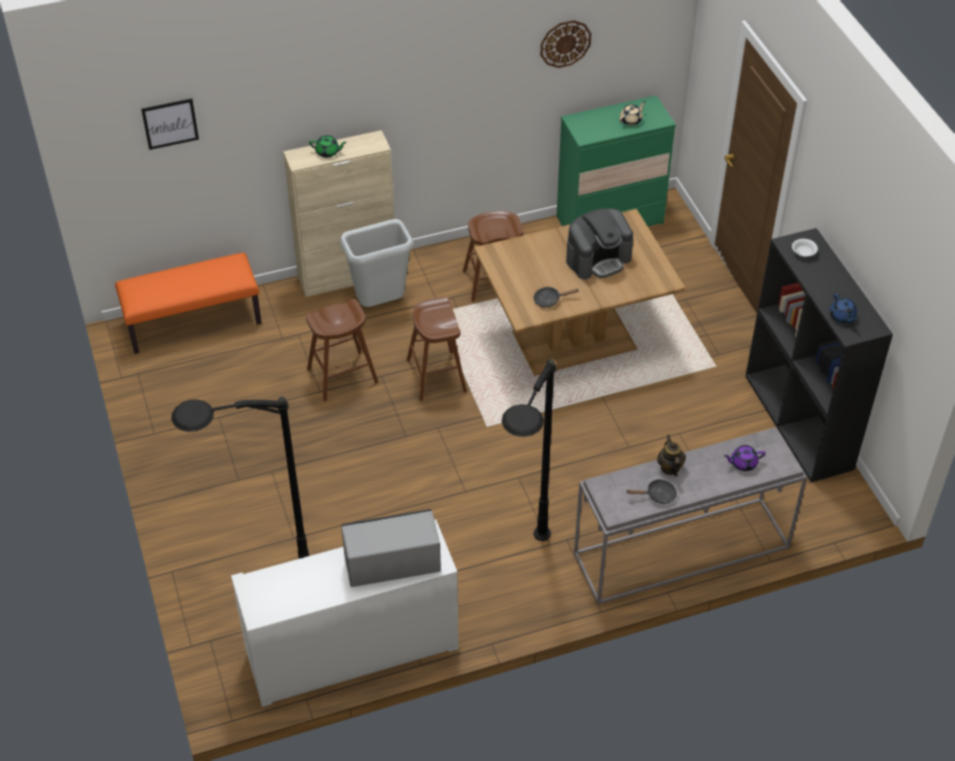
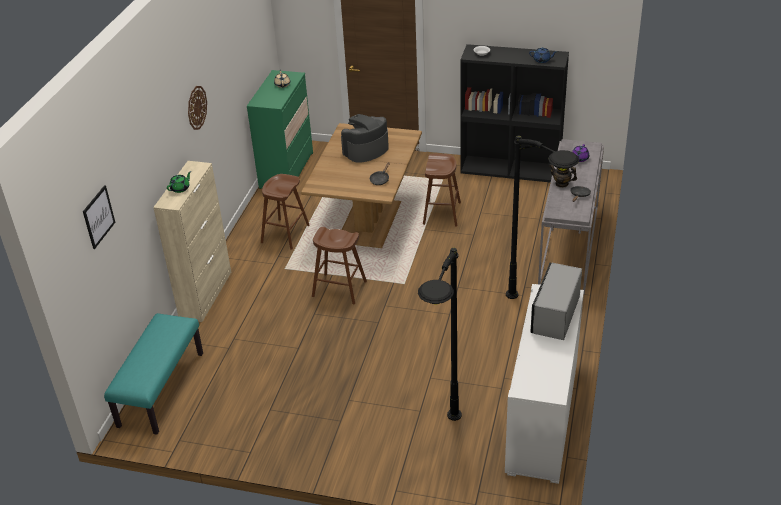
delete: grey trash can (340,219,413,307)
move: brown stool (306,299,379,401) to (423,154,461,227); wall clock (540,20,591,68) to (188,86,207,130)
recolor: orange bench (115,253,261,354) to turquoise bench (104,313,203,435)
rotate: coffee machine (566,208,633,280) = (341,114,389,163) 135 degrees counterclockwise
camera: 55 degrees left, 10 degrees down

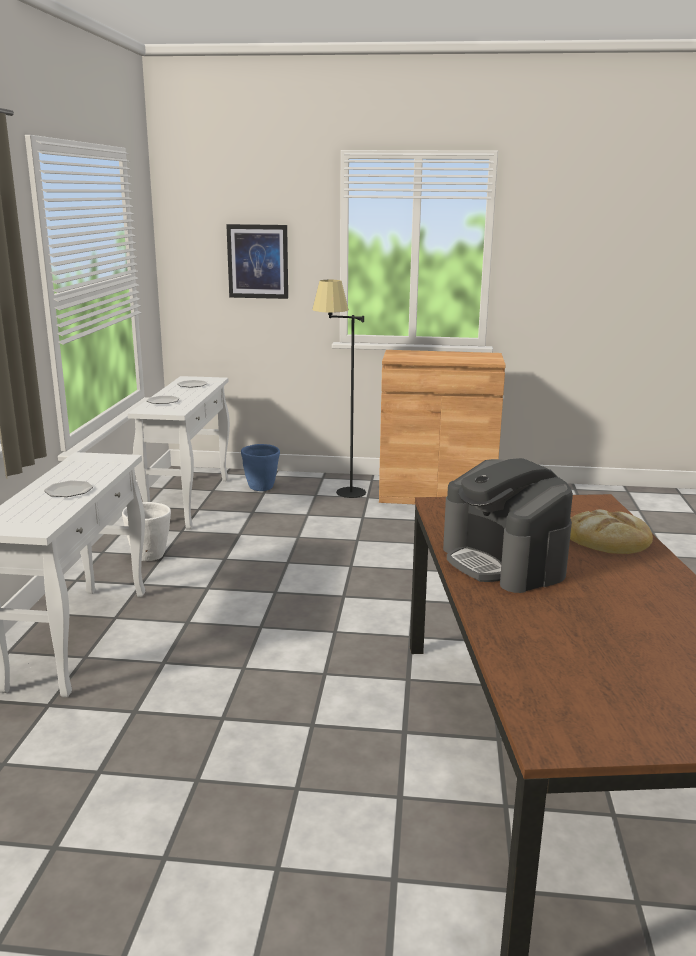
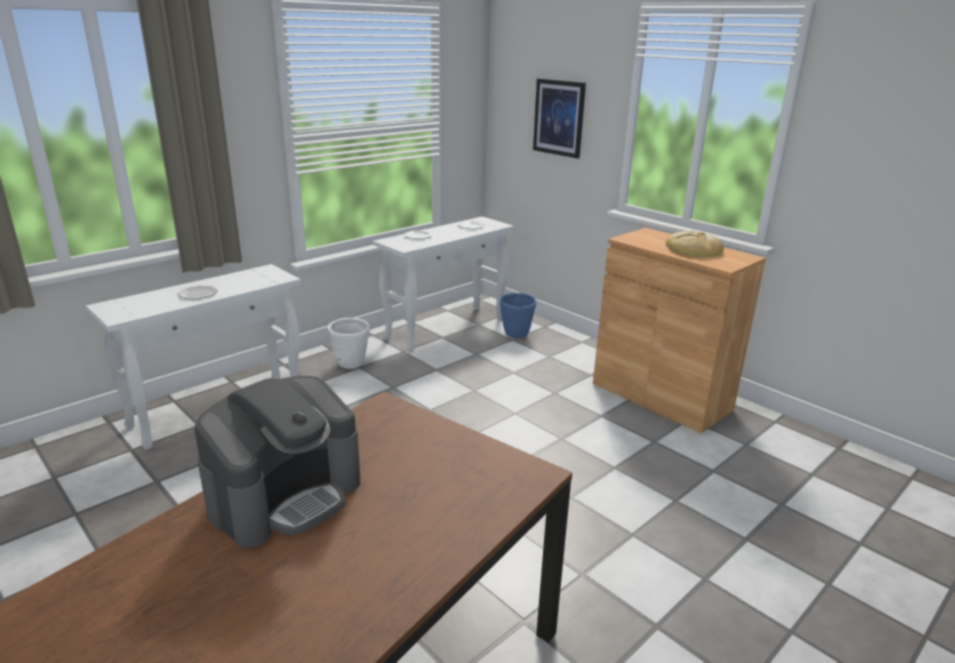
delete: black floor lamp (312,280,366,498)
move: bread (570,509,653,554) to (665,231,724,257)
rotate: coffee machine (443,458,573,593) = (195,376,361,548) 150 degrees counterclockwise
camera: 40 degrees right, 5 degrees up

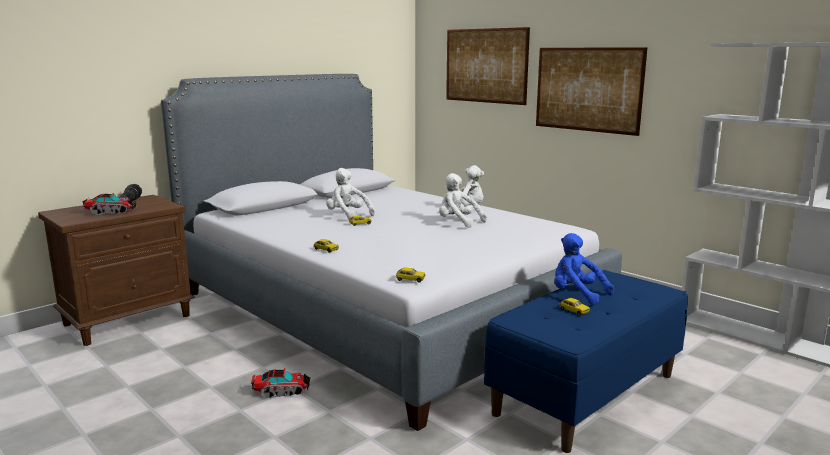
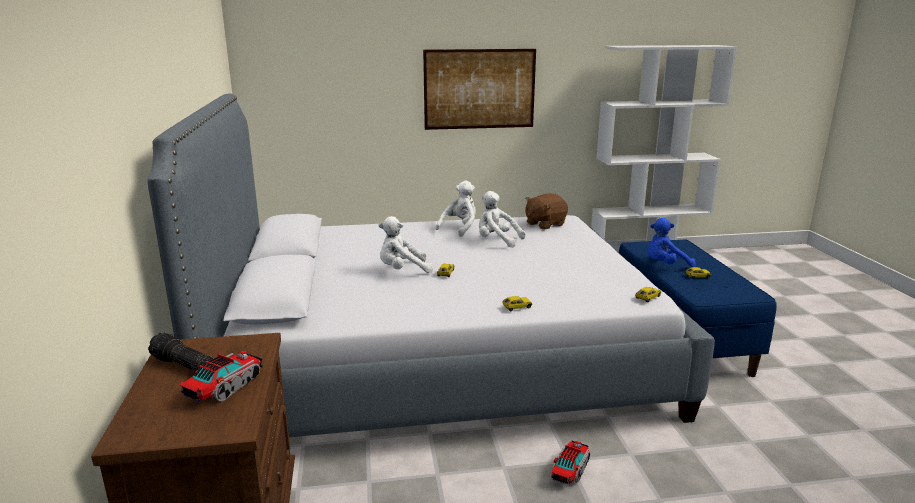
delete: picture (446,27,530,105)
insert: brown plush toy (525,193,568,230)
rotate: white plush toy (439,173,487,228) = (479,191,525,247) 45 degrees clockwise
camera: 55 degrees left, 5 degrees up

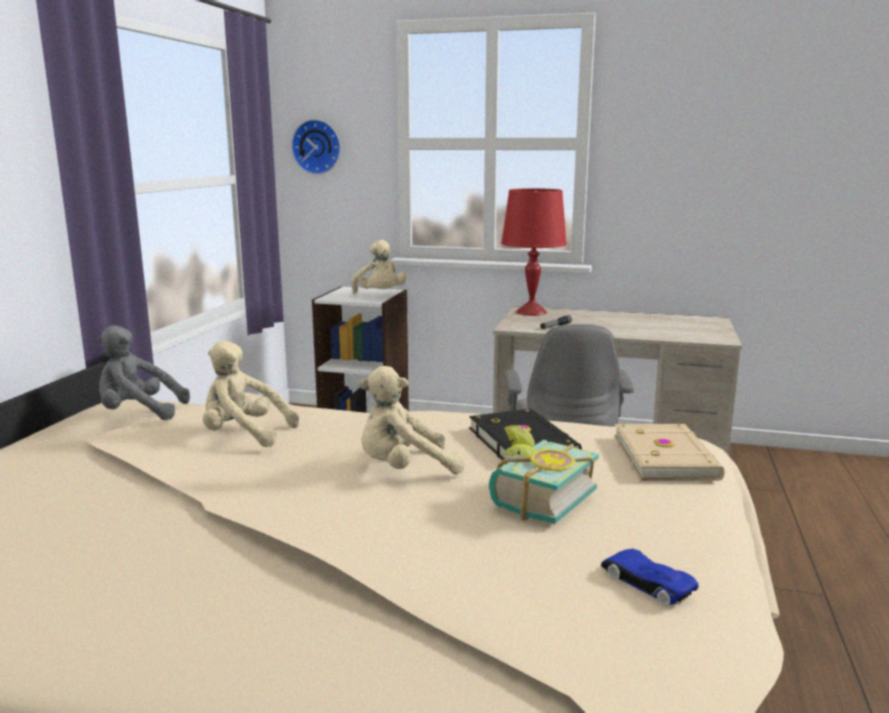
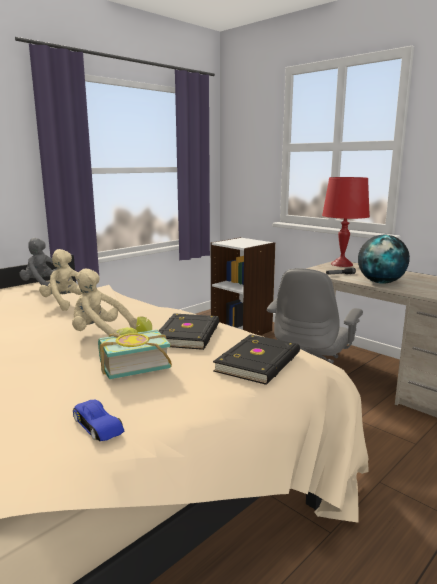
delete: wall clock (291,119,341,175); beige plush toy (351,240,407,293)
insert: globe (358,235,410,284)
recolor: beige book (614,424,724,481) to black book (213,334,300,385)
rotate: blue toy car (601,549,699,606) = (73,400,125,441) 150 degrees clockwise
camera: 30 degrees right, 0 degrees up

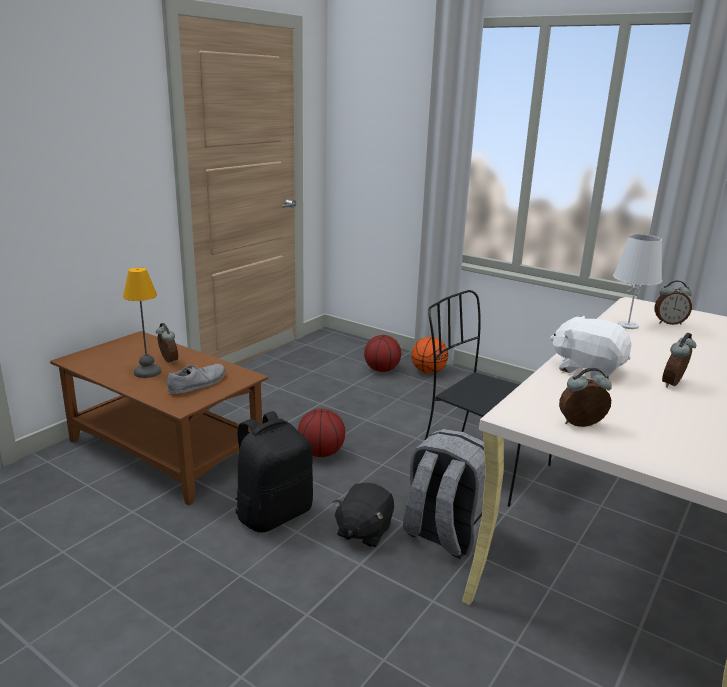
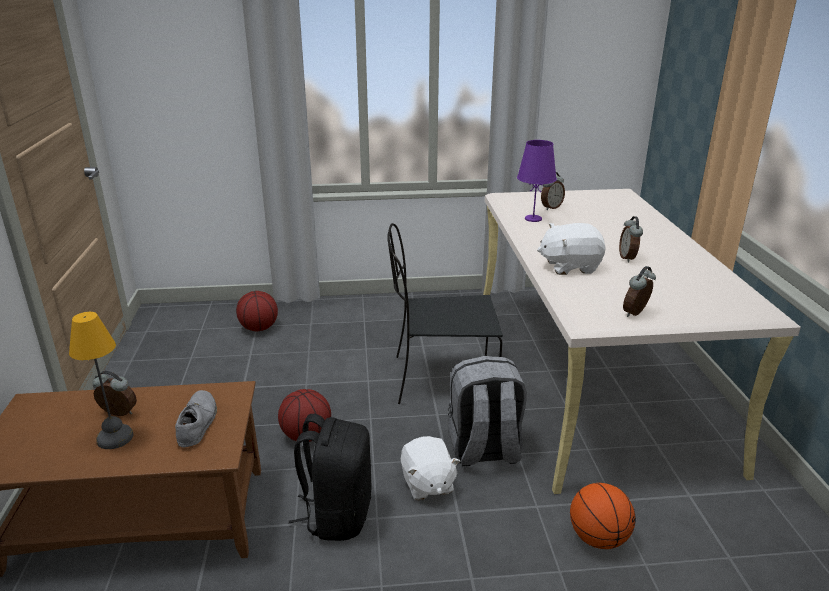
move: basketball (411,337,448,374) to (570,483,636,549)
recolor: black plush toy (333,483,394,548) to white plush toy (401,436,460,500); white table lamp (613,234,662,329) to purple table lamp (517,140,557,222)
camera: 40 degrees left, 5 degrees up

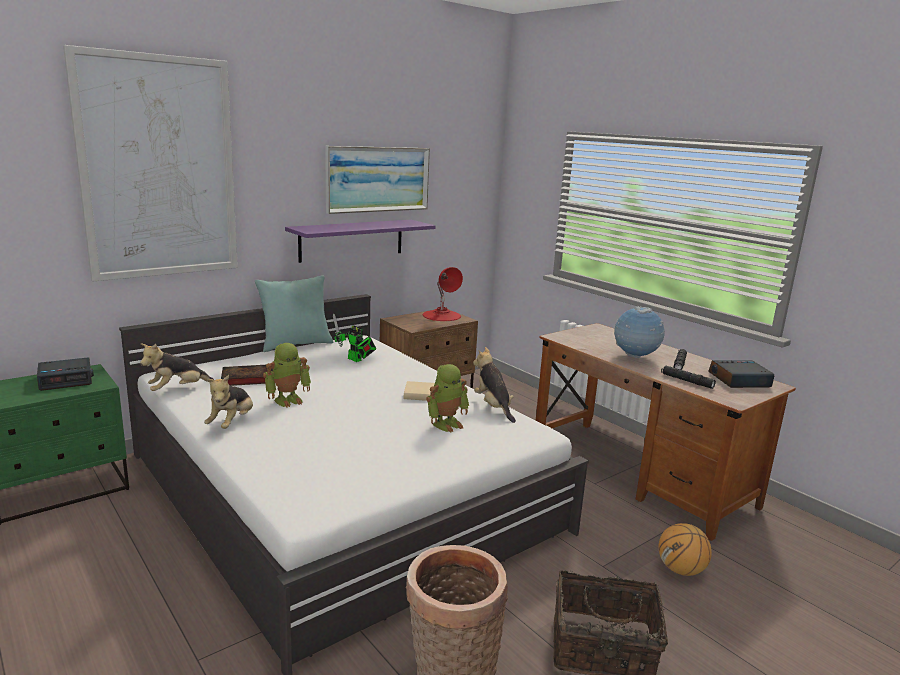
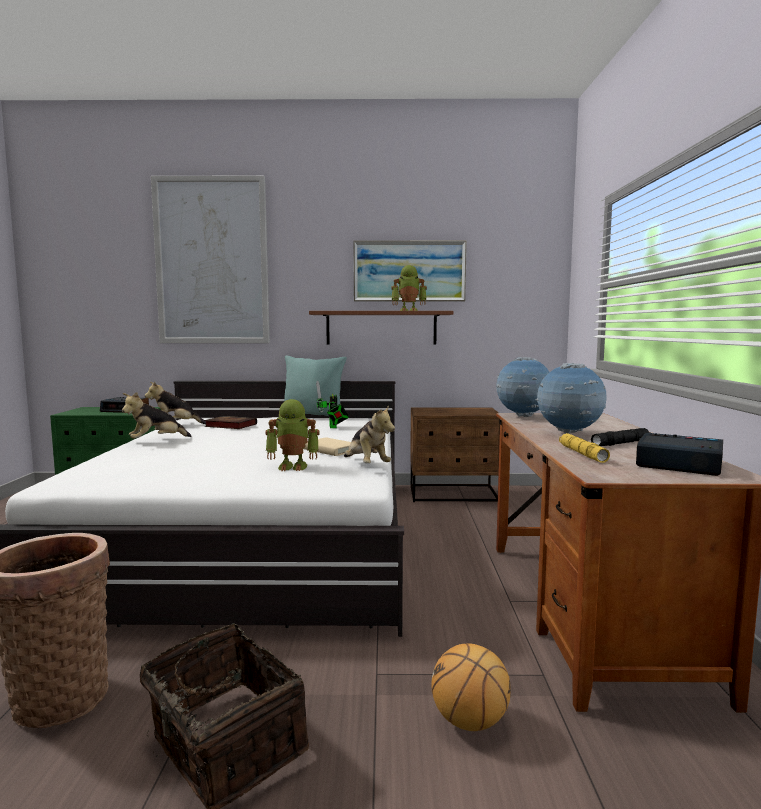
delete: red table lamp (423,267,463,321)
insert: globe (496,357,550,417)
move: toy robot (263,343,311,408) to (391,265,427,311)
recolor: purple shelf (285,220,435,263) to brown shelf (309,311,454,345); black flashlight (661,366,716,389) to yellow flashlight (559,433,610,463)
rotate: plush toy (473,347,516,423) = (344,405,395,463) 135 degrees clockwise
camera: 40 degrees right, 10 degrees down

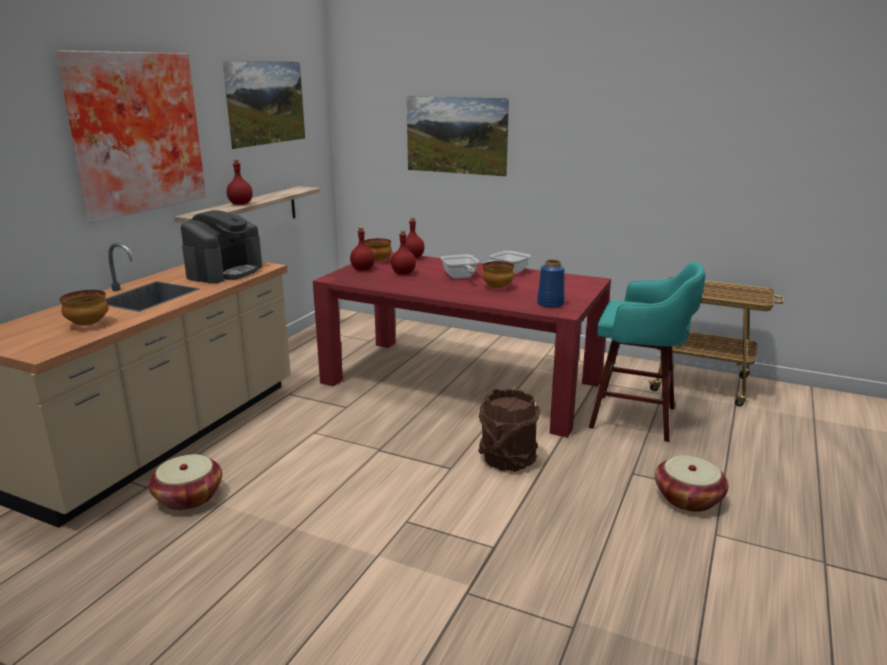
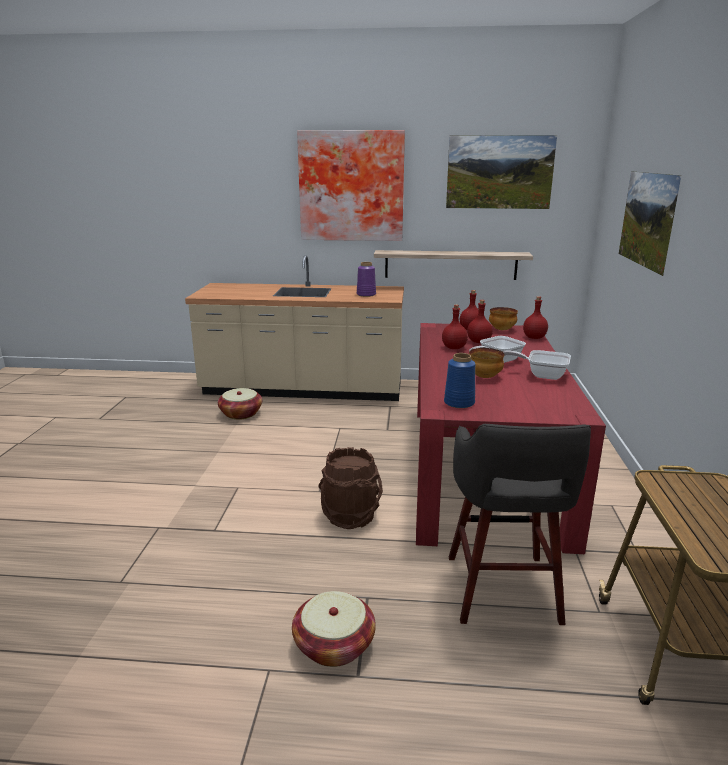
delete: bowl (60,290,109,326)
move: red bottle (227,160,253,205) to (442,304,468,349)
replace: coffee machine (181,210,262,284) to purple vase (357,262,376,297)
recolor: turquoise stool (589,262,705,442) to grey stool (449,424,591,625)
camera: 70 degrees right, 0 degrees up

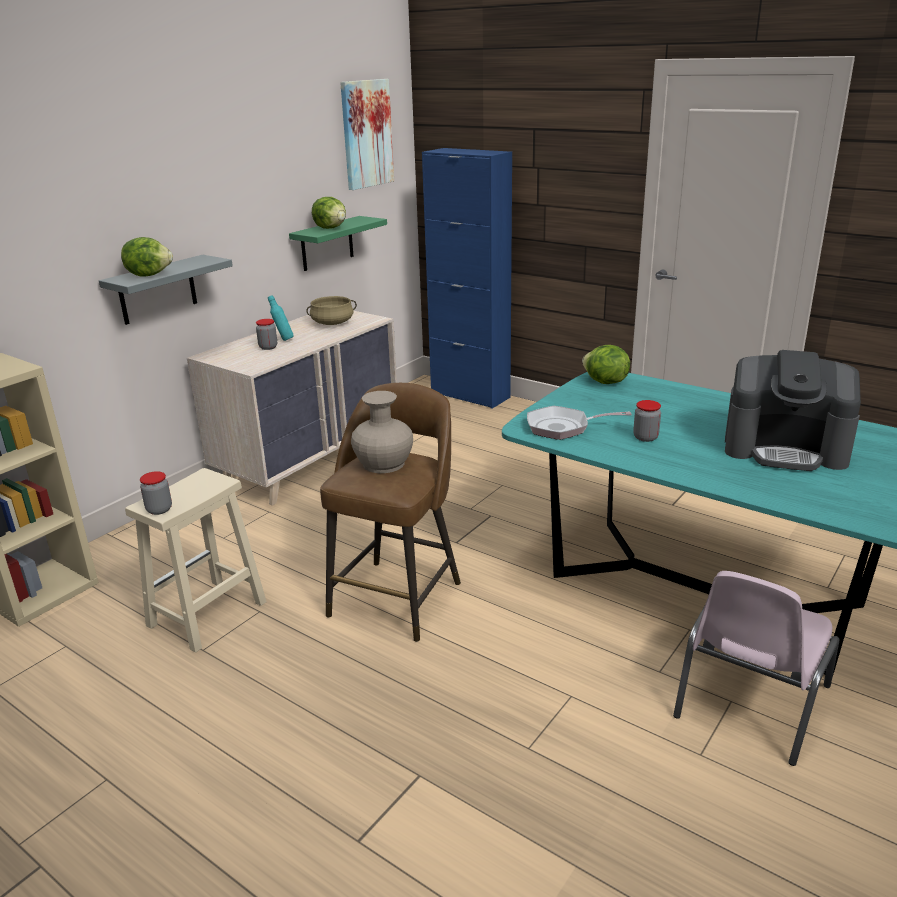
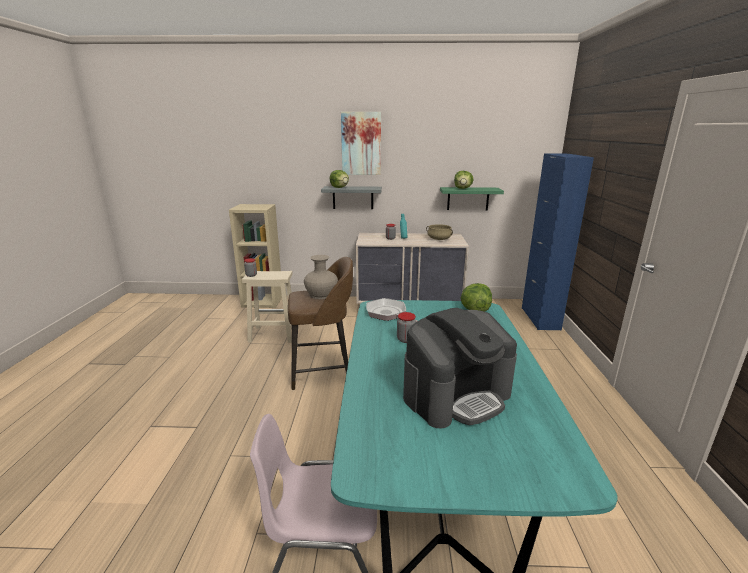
move: picture (340,79,394,190) to (341,112,381,175)
rotate: coffee machine (725,350,861,471) = (403,308,517,428) 105 degrees counterclockwise
camera: 55 degrees right, 5 degrees down

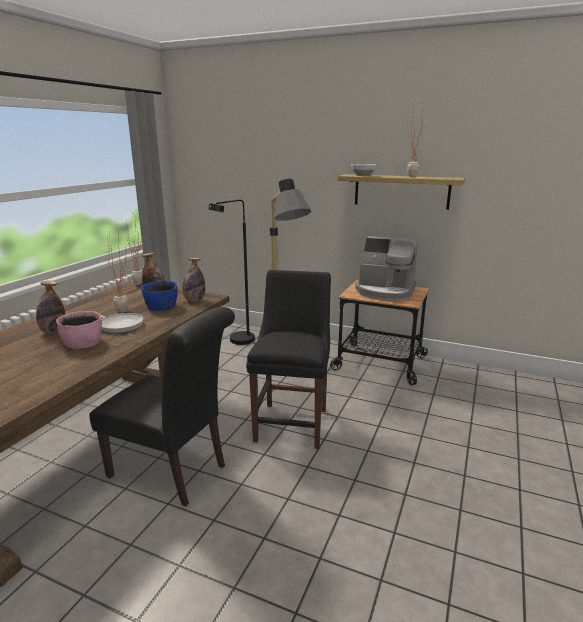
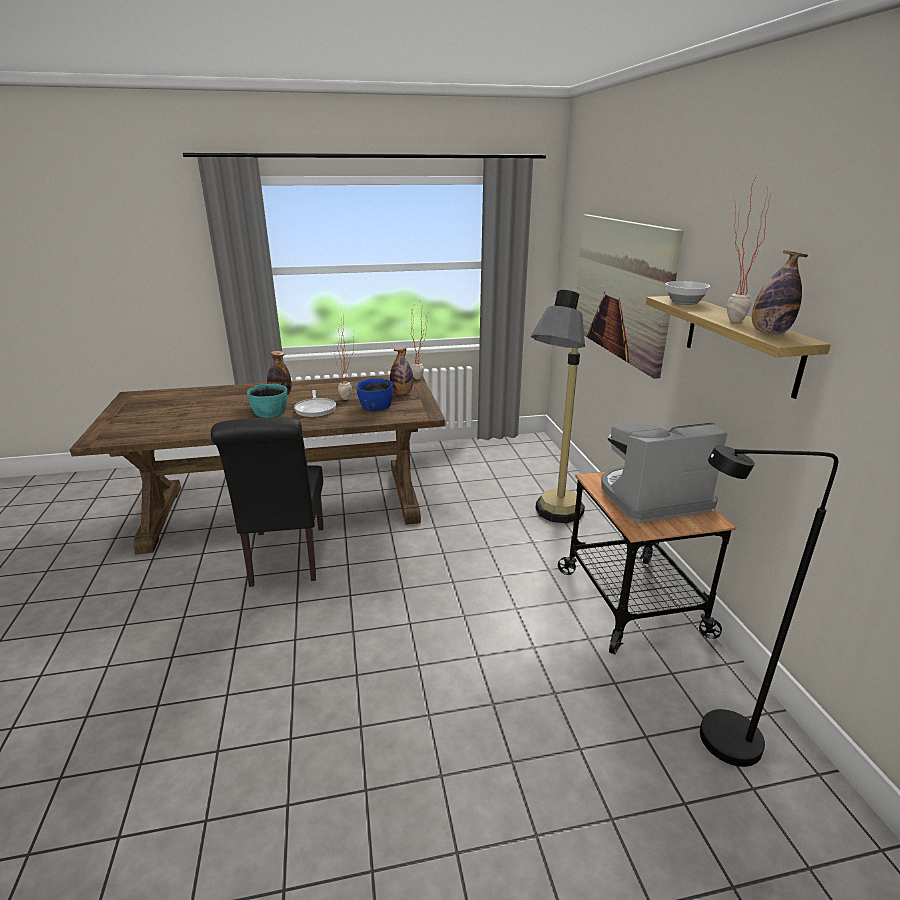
delete: black chair (246,270,331,449)
insert: picture (576,214,684,379)
move: bottle (183,258,205,302) to (752,250,808,334); black floor lamp (208,200,255,345) to (700,445,838,767)
recolor: pink bowl (56,311,102,349) to turquoise bowl (247,384,287,418)
rotate: coffee machine (355,236,418,301) = (601,422,728,523) 90 degrees clockwise
camera: 55 degrees right, 5 degrees up

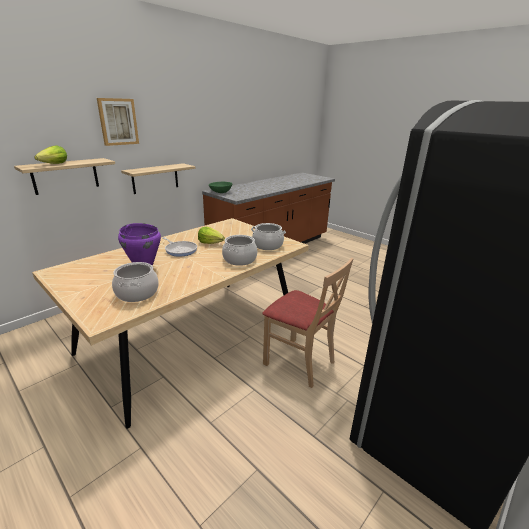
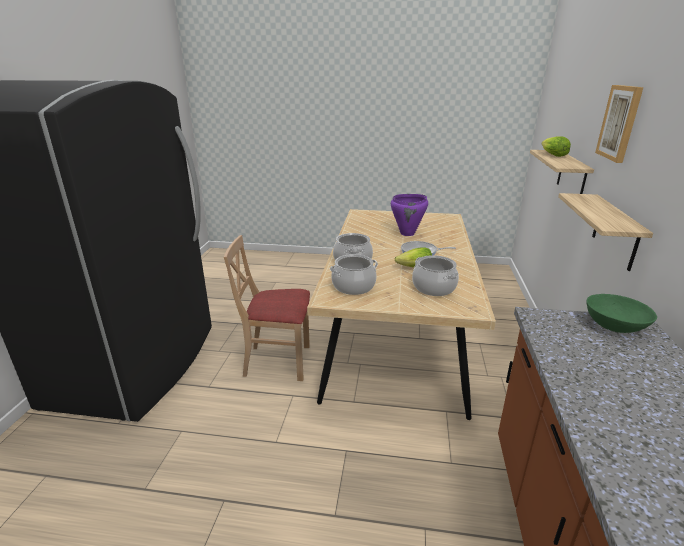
move: cooking pot (112,262,159,302) to (412,255,459,296)
camera: 145 degrees right, 0 degrees up

